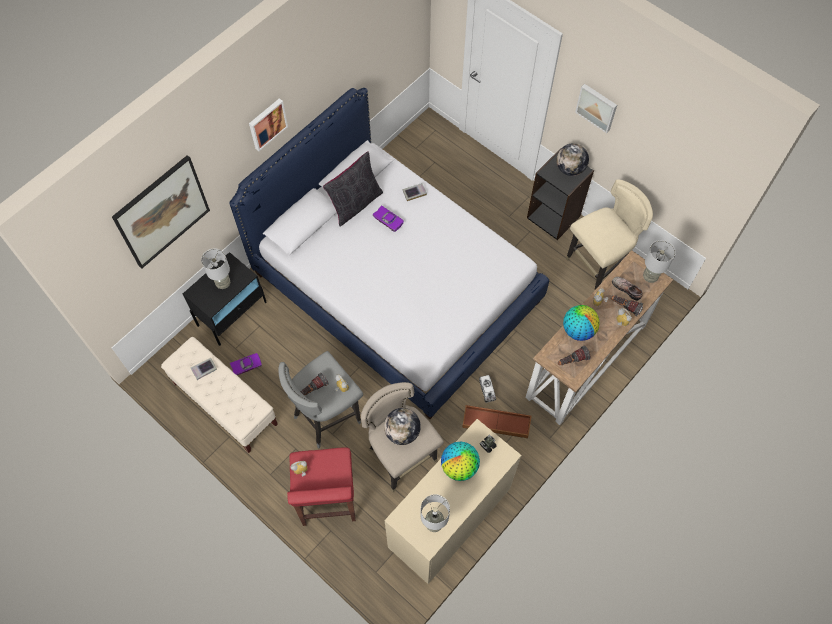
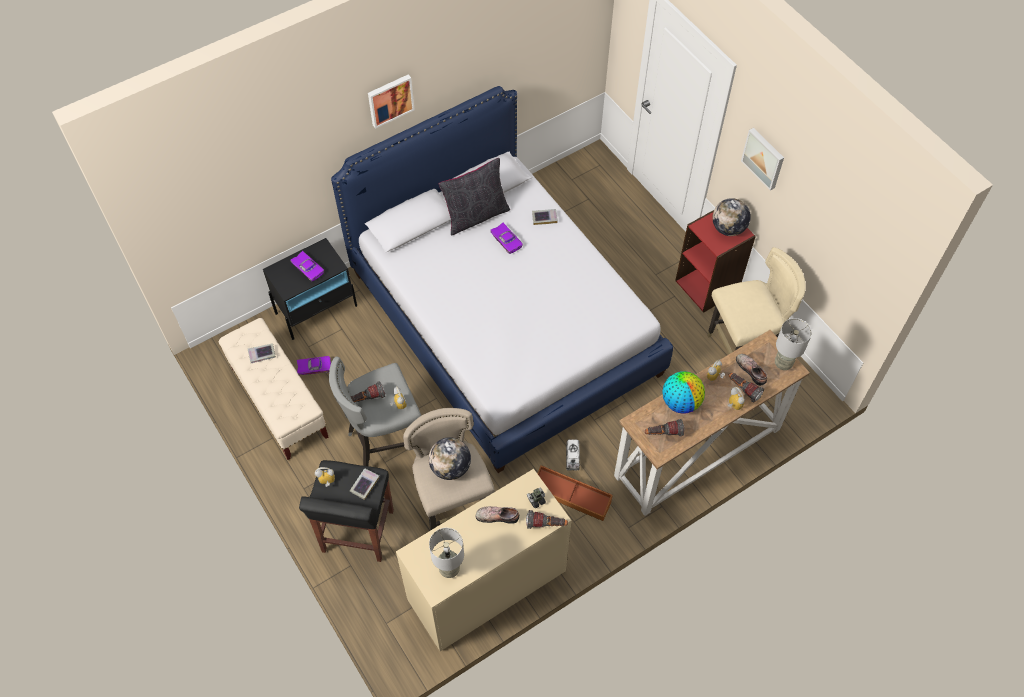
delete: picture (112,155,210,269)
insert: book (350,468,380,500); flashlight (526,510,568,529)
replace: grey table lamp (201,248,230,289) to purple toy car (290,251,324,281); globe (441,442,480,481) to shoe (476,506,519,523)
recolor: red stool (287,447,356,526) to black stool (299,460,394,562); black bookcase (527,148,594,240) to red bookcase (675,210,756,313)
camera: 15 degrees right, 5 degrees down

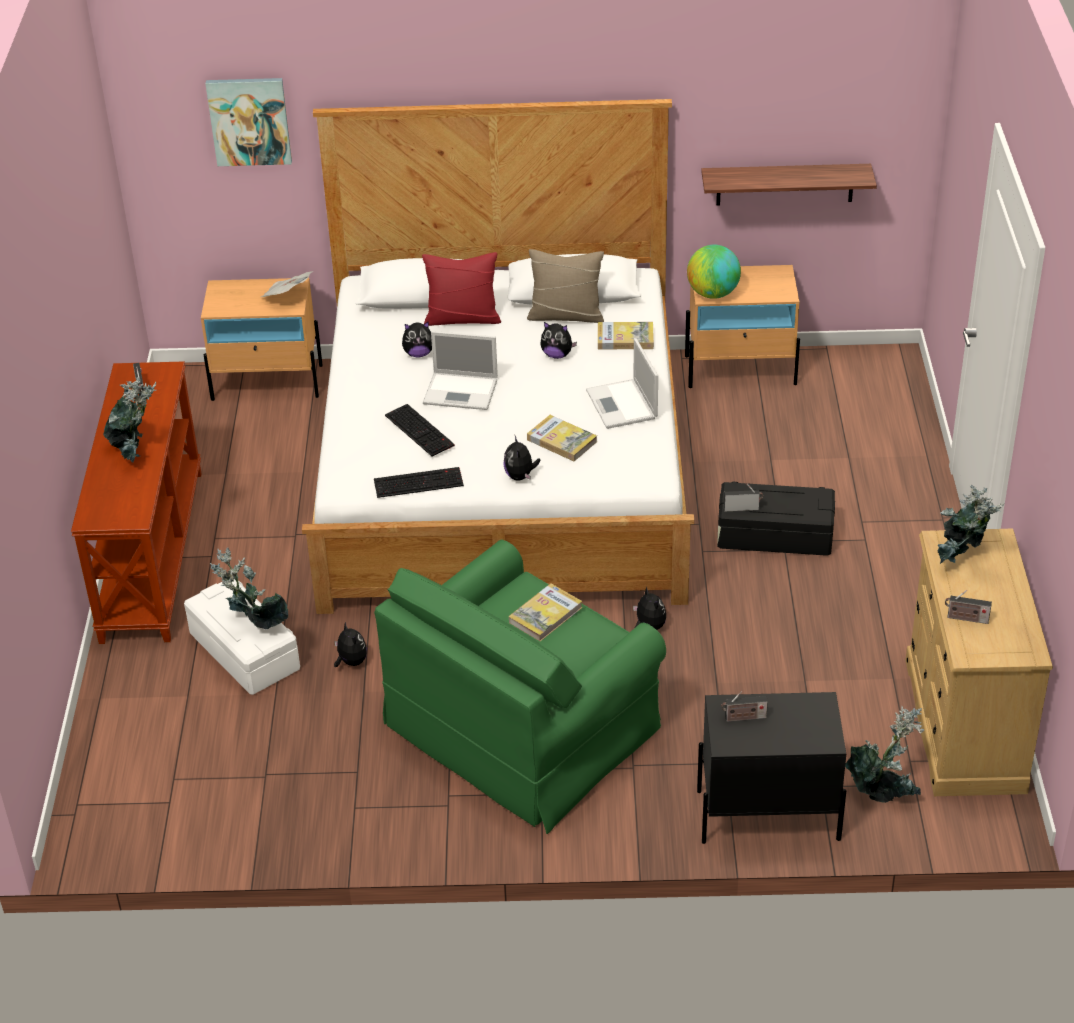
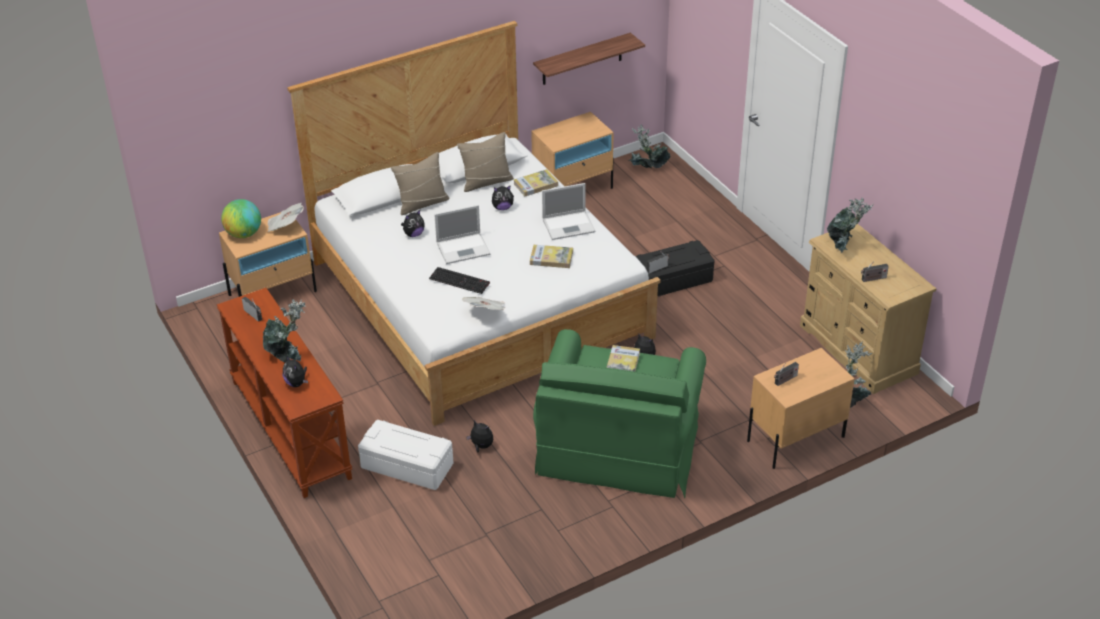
delete: picture (205,78,292,166)
move: potted plant (210,548,288,629) to (627,124,671,168); plush toy (503,434,540,481) to (283,355,308,387); globe (687,245,741,299) to (221,199,261,238)
replace: keyboard (374,467,464,498) to newspaper (462,297,505,310)
recolor: red pillow (422,252,501,326) to beige pillow (391,152,450,215); black nightstand (697,692,846,844) to beige nightstand (747,348,855,469)
rotate: laptop (586,338,658,429) = (542,183,595,240) 60 degrees counterclockwise
camera: 30 degrees left, 0 degrees up

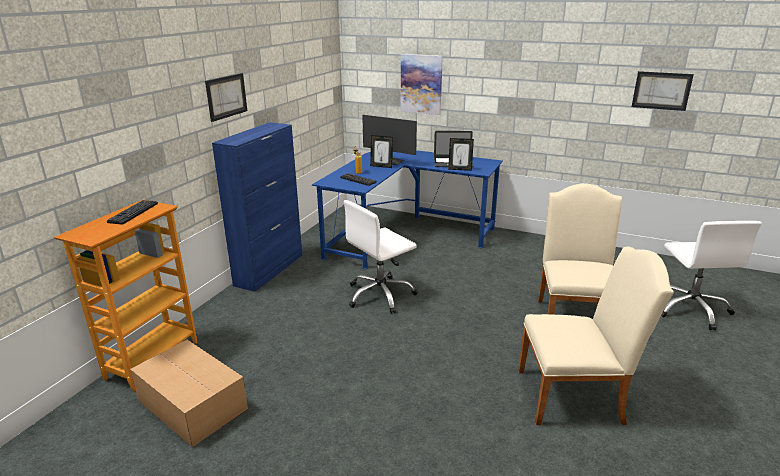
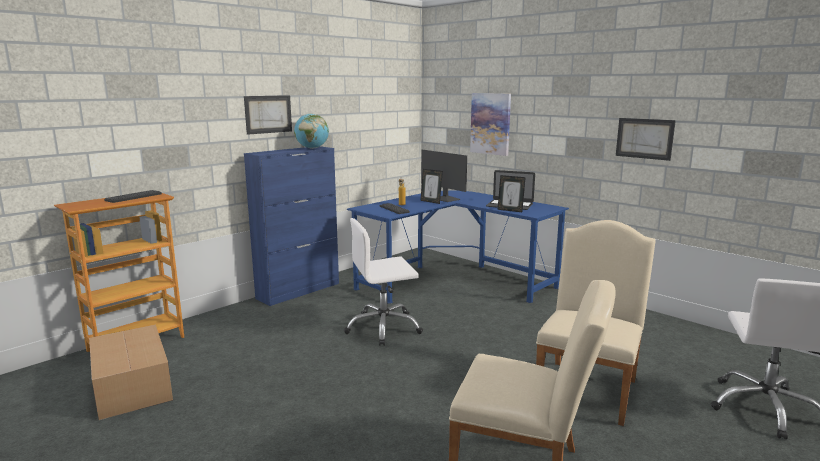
insert: globe (294,114,329,149)
move: picture (632,71,694,111) to (616,118,676,161)
camera: 20 degrees right, 10 degrees down

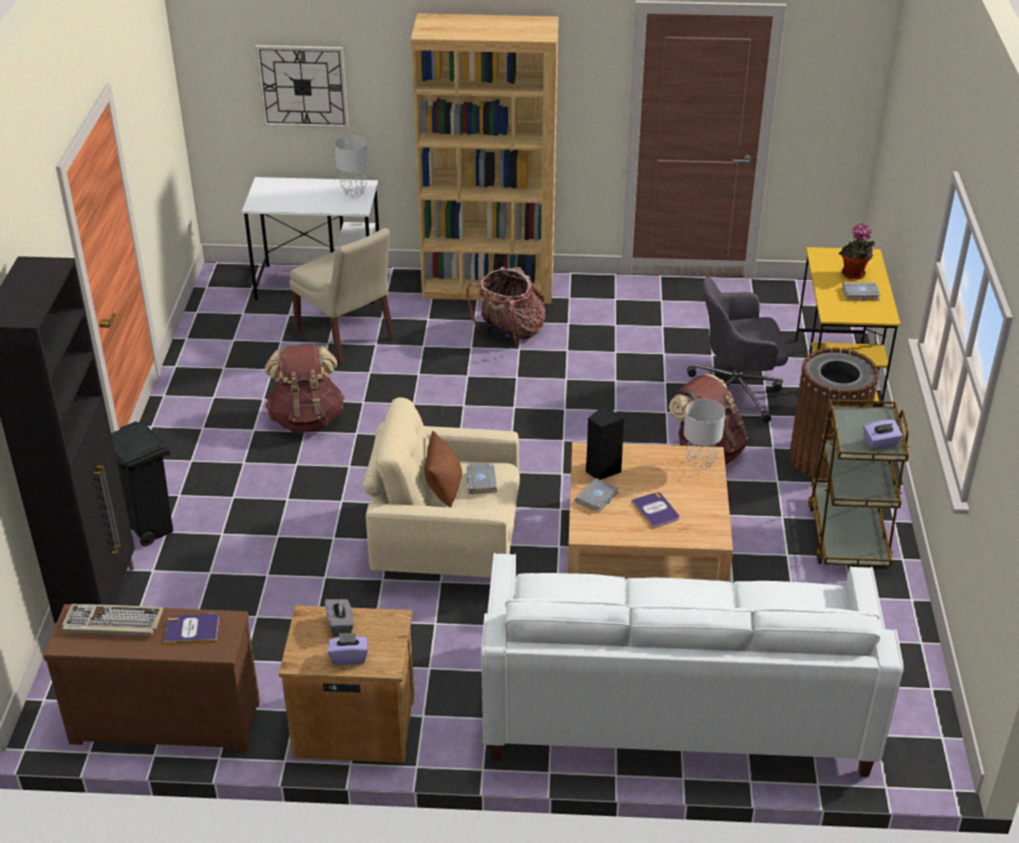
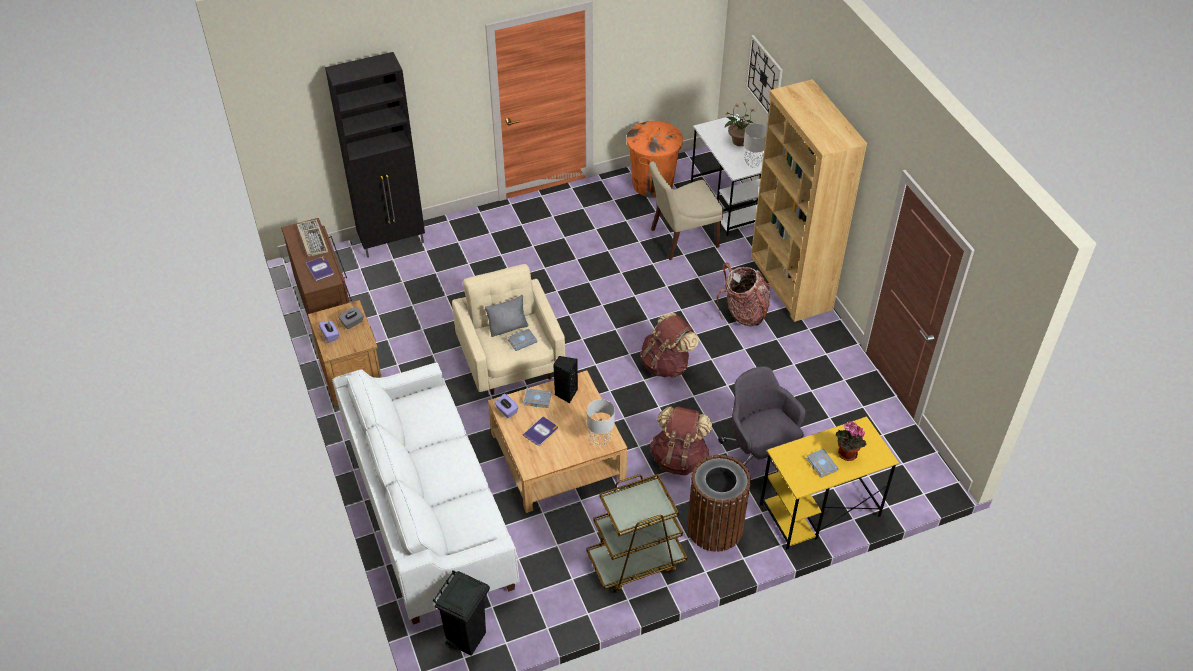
insert: orange trash can (627,121,683,198); potted plant (725,103,754,146)
move: black trash can (111,421,173,546) to (433,570,490,656); brown backpack (265,344,345,432) to (640,313,699,378); purple tissue box (863,420,902,449) to (494,394,519,418)
recolor: brown pillow (424,431,462,508) to grey pillow (485,295,528,337)
rotate: beige chair (289,228,395,364) = (649,161,724,260) 45 degrees clockwise
camera: 65 degrees right, 10 degrees up

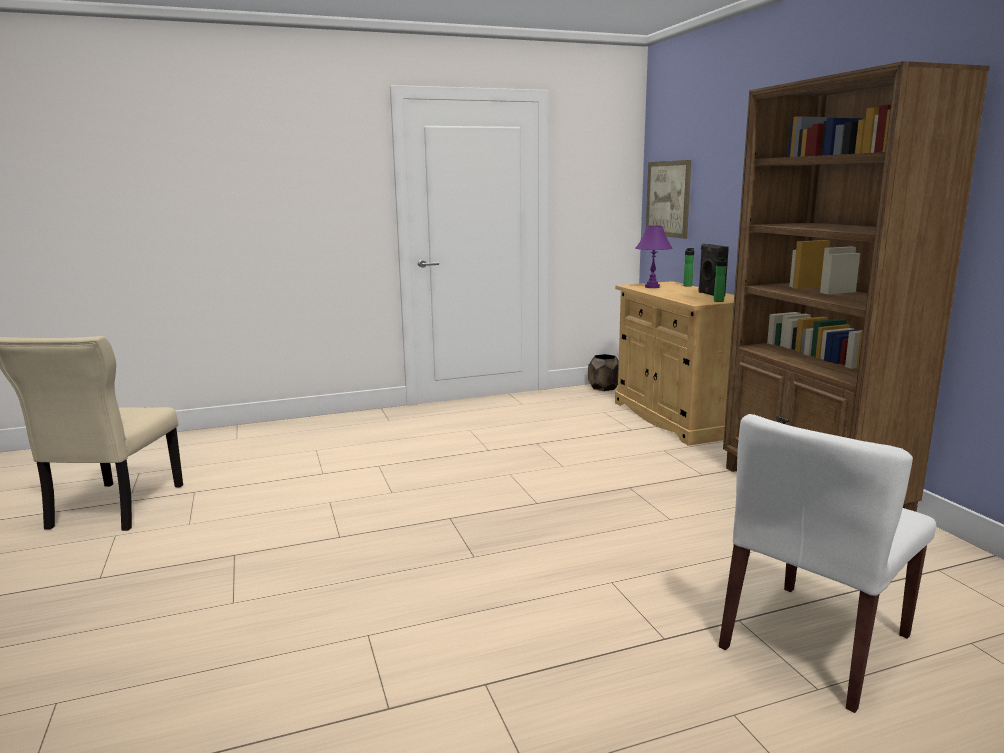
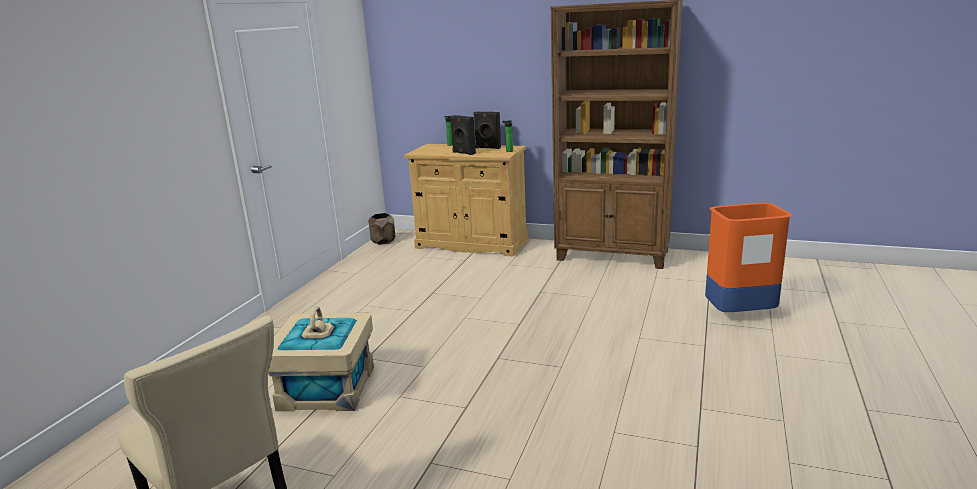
delete: purple table lamp (635,225,673,288); picture (646,160,691,239)
insert: beige storage box (268,306,374,411); black speaker (450,115,476,155)
replace: white chair (719,414,936,713) to orange trash can (705,203,792,312)
camera: 50 degrees left, 5 degrees up

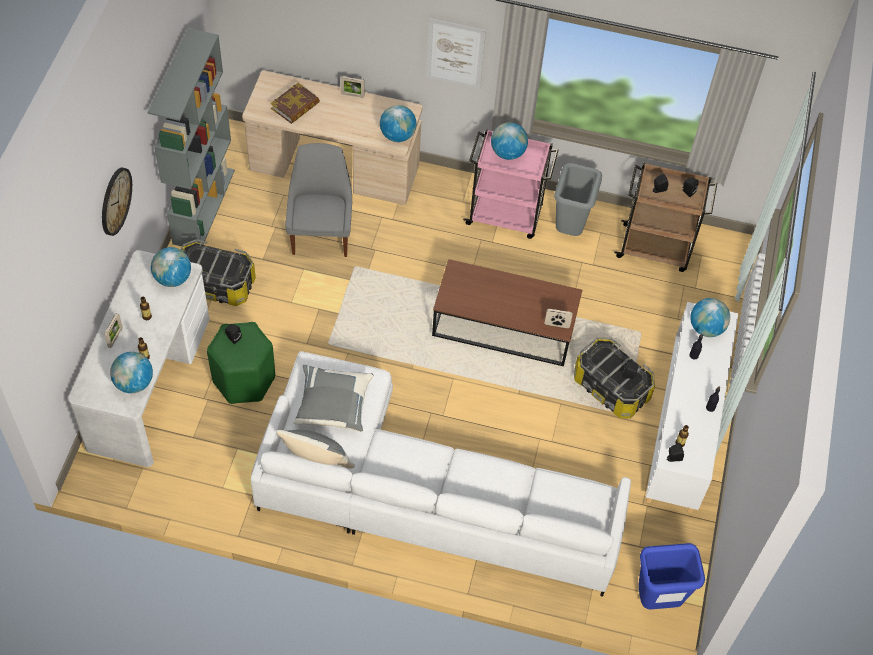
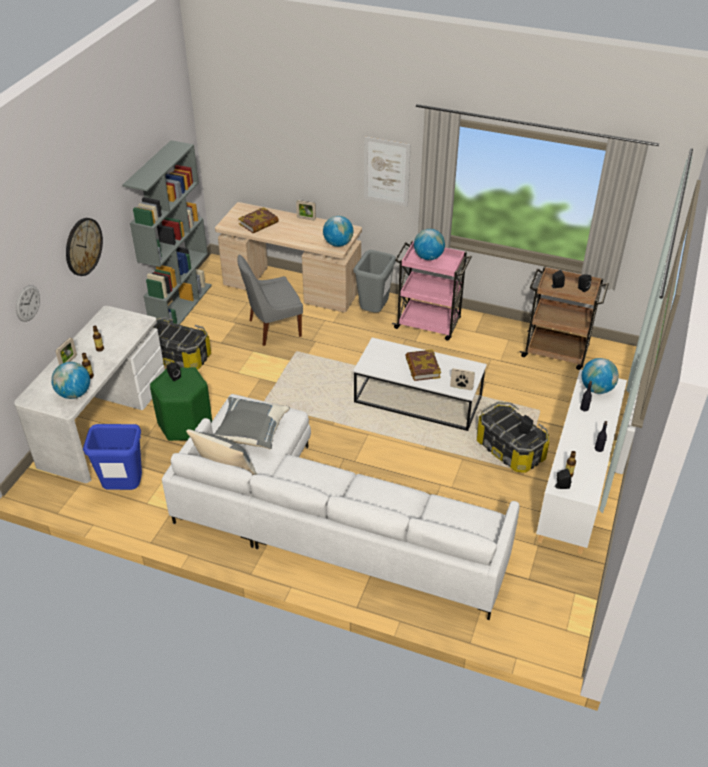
delete: globe (151,247,191,287)
insert: wall clock (16,285,40,322); book (405,349,441,381)
move: grey trash can (554,163,602,236) to (353,250,396,313); blue trash can (638,543,705,610) to (83,424,142,490)
recolor: brown coffee table (432,259,582,366) to white coffee table (353,337,487,431)
rotate: grey chair (285,143,352,257) = (237,254,303,346) 120 degrees counterclockwise
camera: 10 degrees right, 15 degrees down

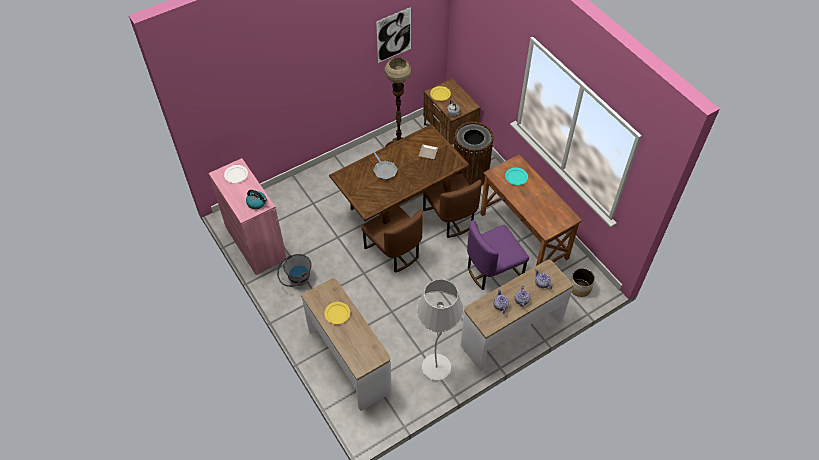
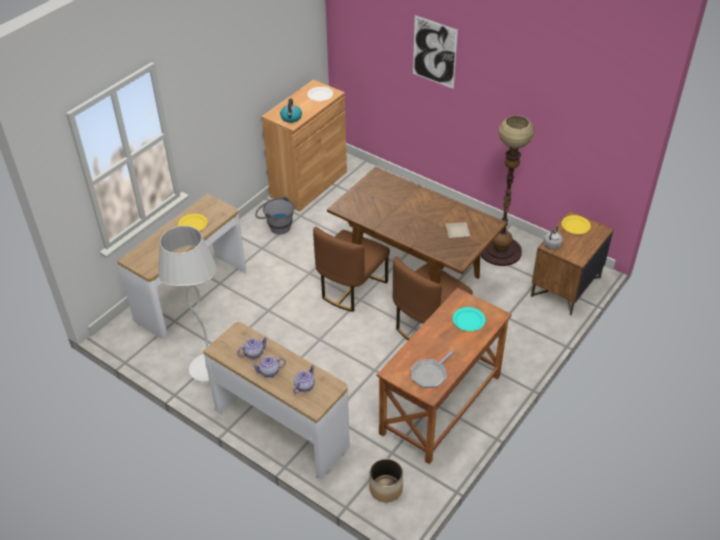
delete: brown trash can (454,122,494,186); purple chair (467,220,529,290)
move: frying pan (373,152,398,180) to (411,350,454,388); picture (376,7,411,63) to (413,15,458,89)
recolor: pink cabinet (209,158,287,275) to brown cabinet (261,80,347,212)
camera: 70 degrees right, 10 degrees down

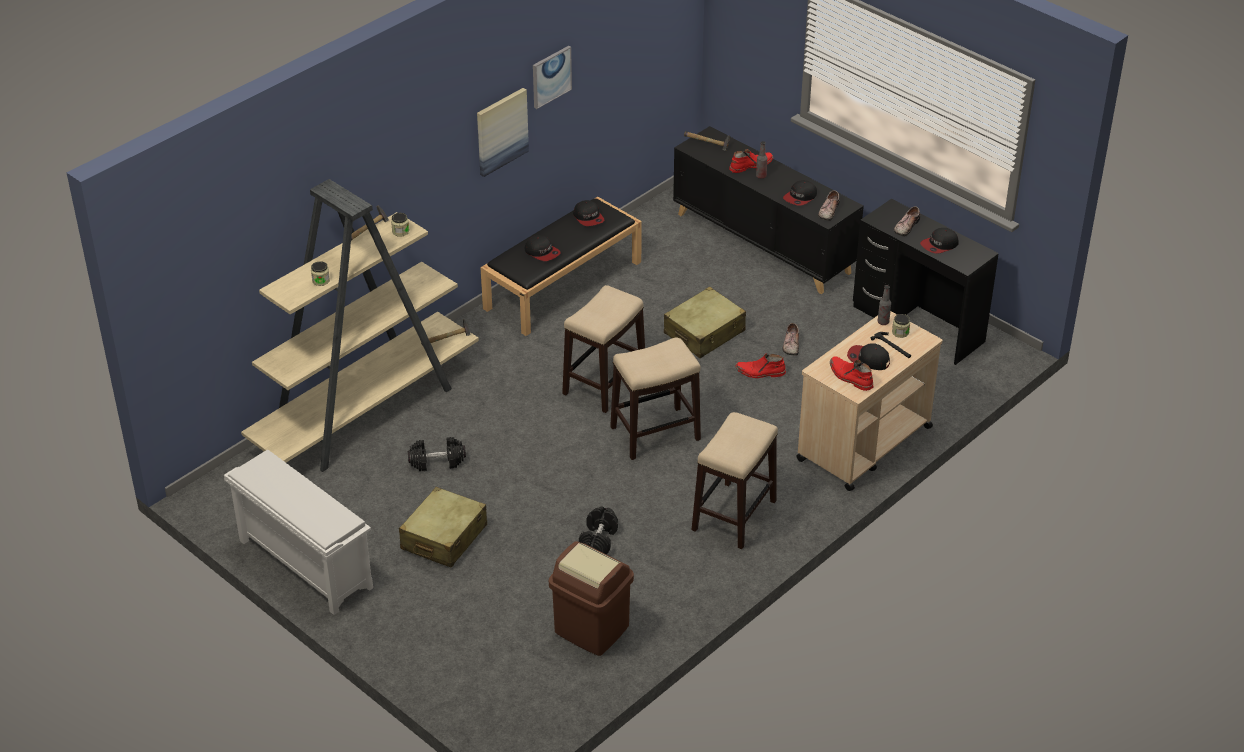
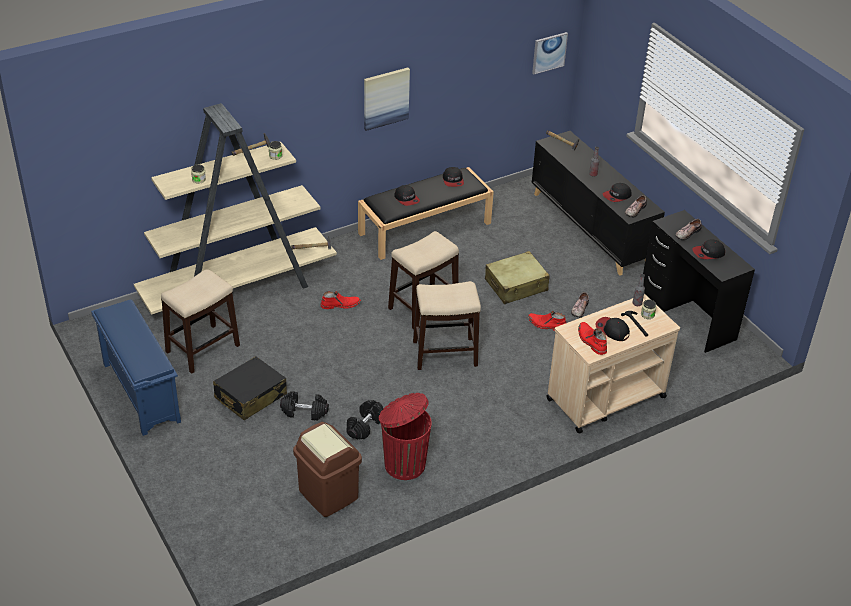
insert: red trash can (379,393,432,480)
move: black dumbbell (408,437,466,471) to (280,391,329,420); picture (533,46,572,109) to (532,32,568,74); stool (691,412,778,549) to (161,269,240,374); red boot (729,149,773,173) to (321,291,361,309)
recolor: white shoe rack (224,450,373,615) to blue shoe rack (91,299,181,436); beige suitcase (399,487,487,568) to black suitcase (213,356,287,421)
camera: 15 degrees right, 0 degrees up

